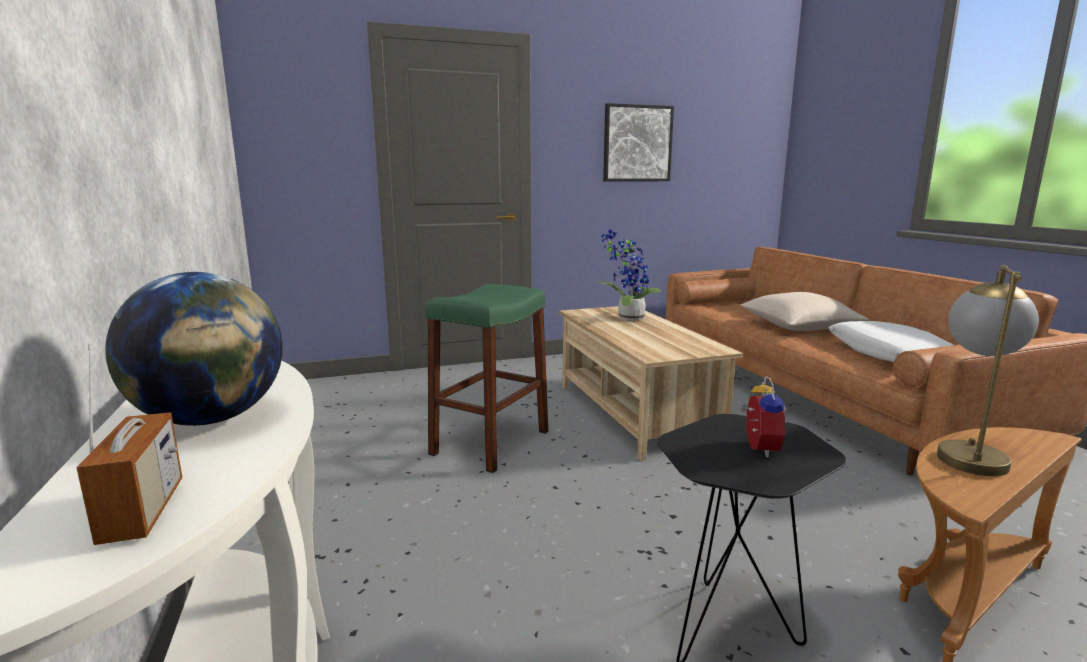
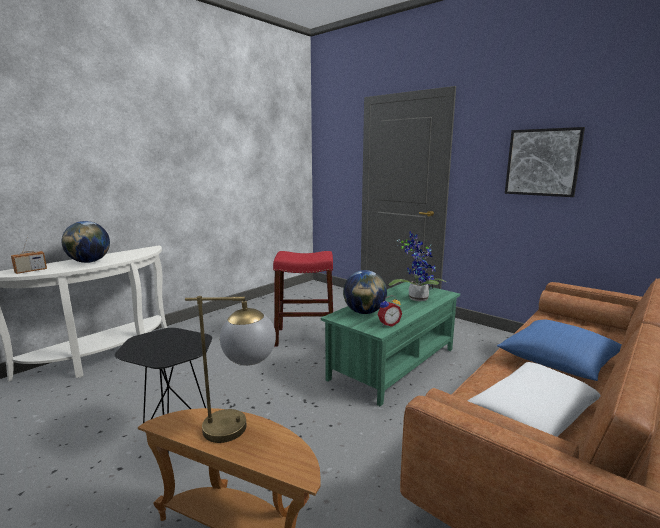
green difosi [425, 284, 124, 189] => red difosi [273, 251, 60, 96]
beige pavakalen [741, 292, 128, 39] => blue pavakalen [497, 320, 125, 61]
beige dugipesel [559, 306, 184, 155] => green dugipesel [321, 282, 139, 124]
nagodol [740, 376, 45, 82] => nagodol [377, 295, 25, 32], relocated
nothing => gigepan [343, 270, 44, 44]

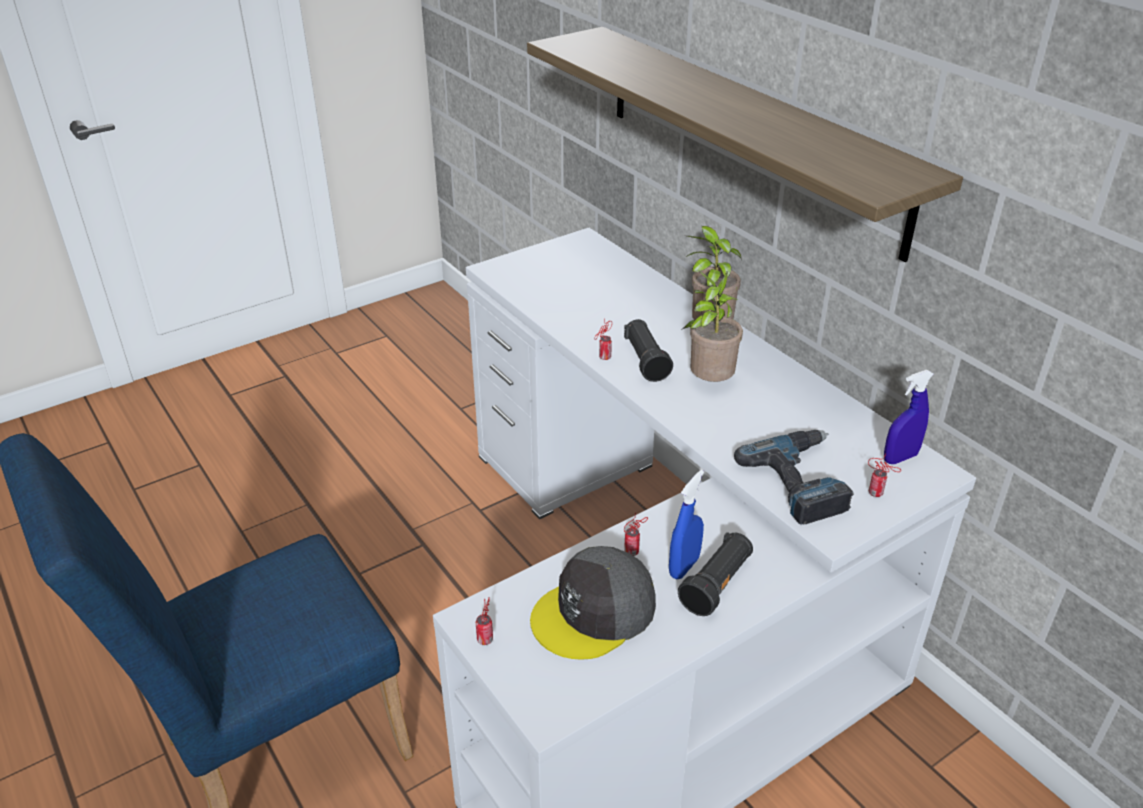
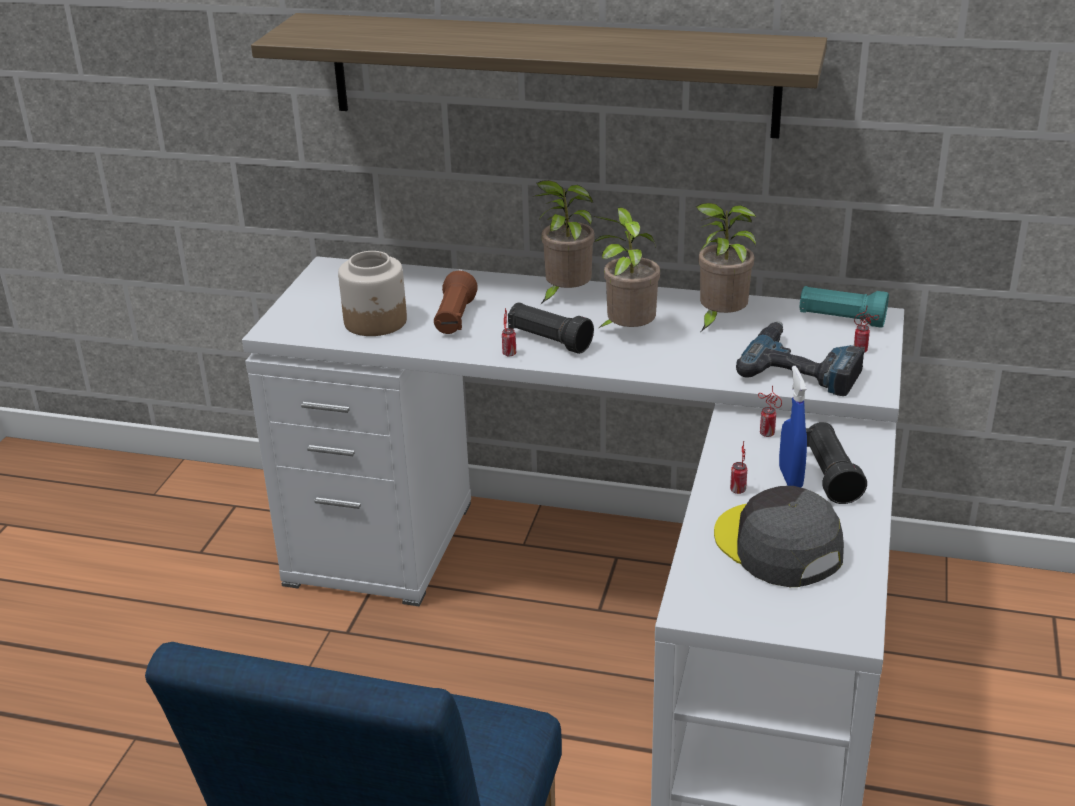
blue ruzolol [884, 370, 50, 94] => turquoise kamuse [800, 286, 89, 42]
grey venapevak [530, 546, 126, 114] => grey venapevak [714, 486, 130, 101], 135 degrees clockwise
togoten [476, 597, 17, 48] => togoten [758, 386, 24, 51], relocated
nothing => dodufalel [696, 203, 60, 129]
nothing => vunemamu [338, 251, 69, 85]
nothing => brown kamuse [434, 271, 44, 63]

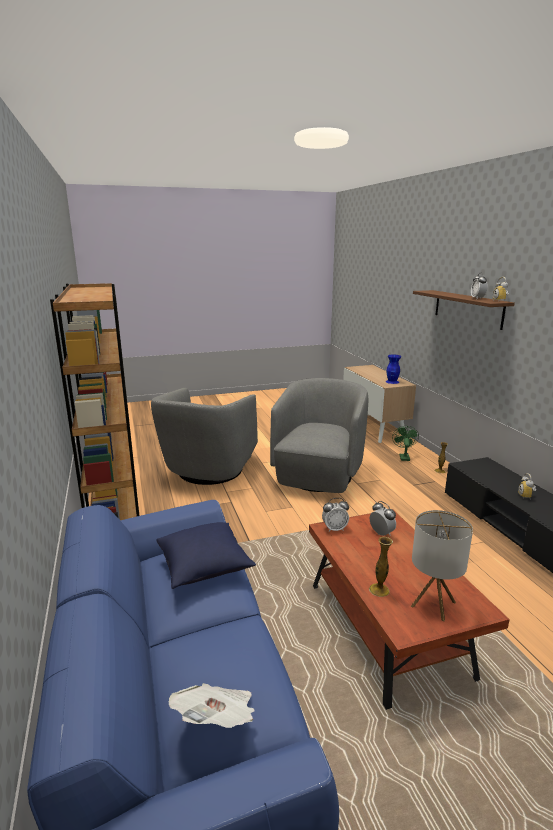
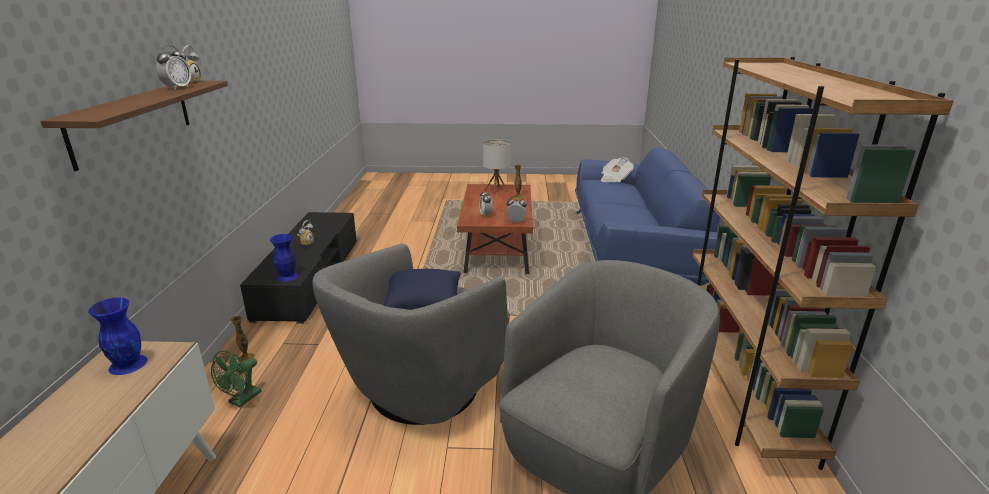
blue pavakalen [157, 522, 99, 67] => blue pavakalen [383, 269, 78, 41], relocated
nothing => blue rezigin [270, 234, 29, 47]

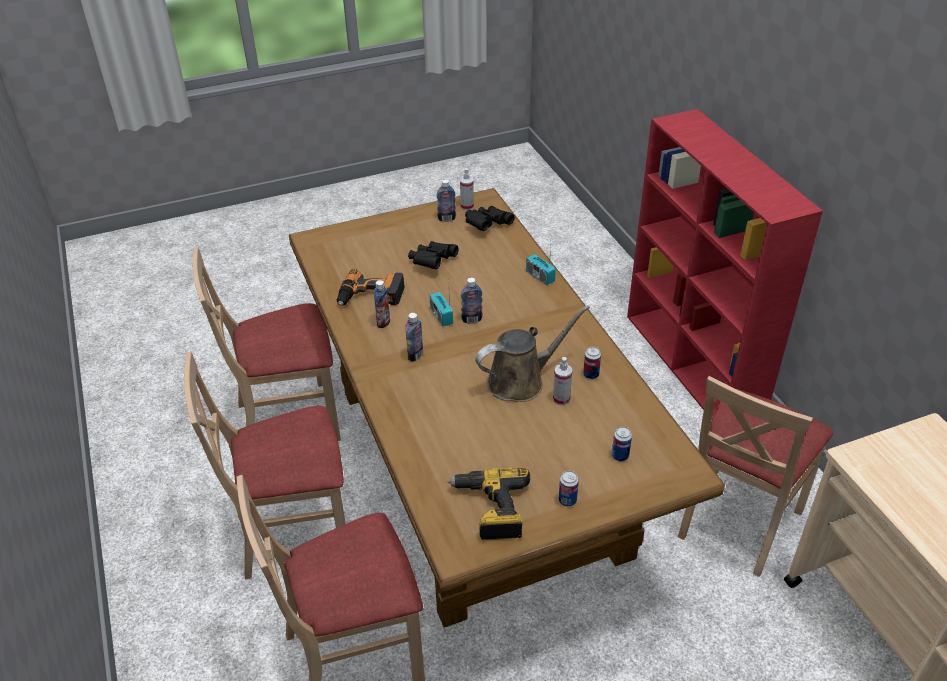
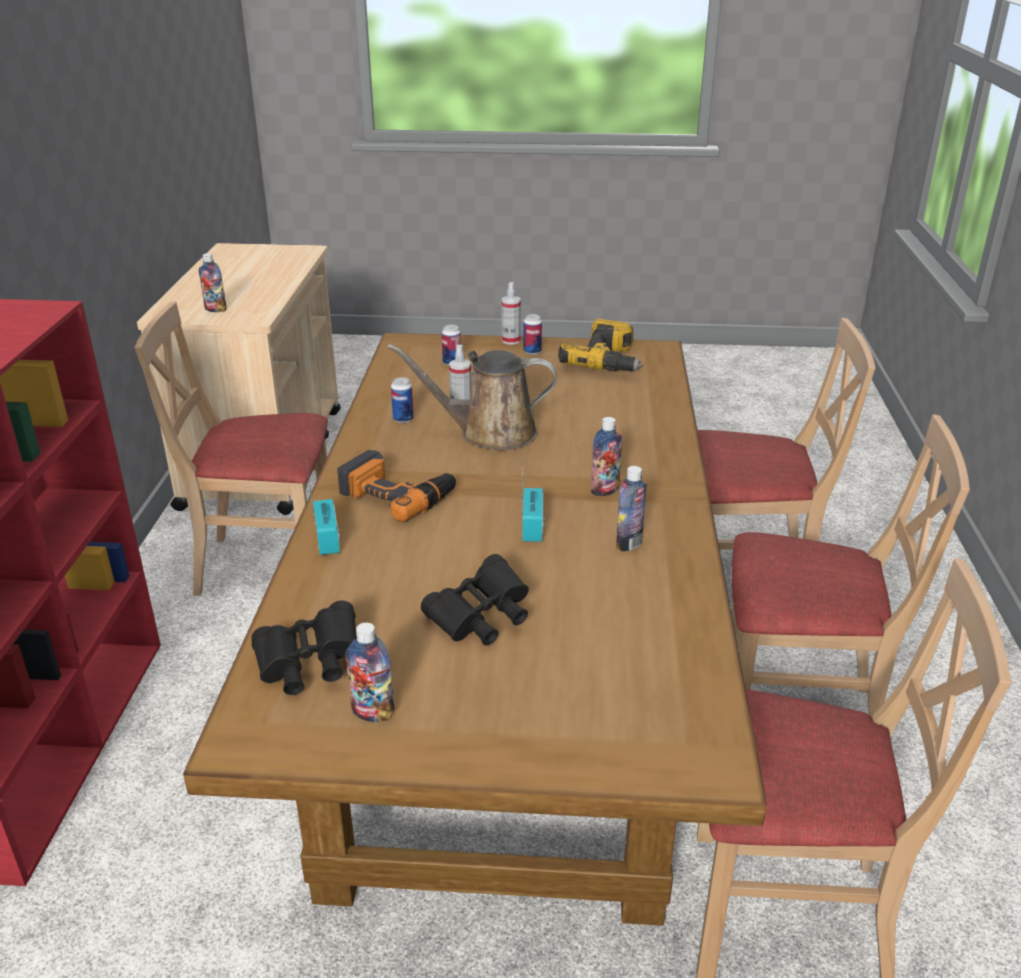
ruzolol [460, 168, 14, 42] => ruzolol [501, 282, 20, 62], relocated
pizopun [337, 269, 68, 37] => pizopun [337, 450, 119, 72], relocated
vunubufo [461, 278, 22, 46] => vunubufo [199, 253, 27, 59], relocated
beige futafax [678, 376, 155, 201] => beige futafax [135, 301, 193, 295], 150 degrees counterclockwise

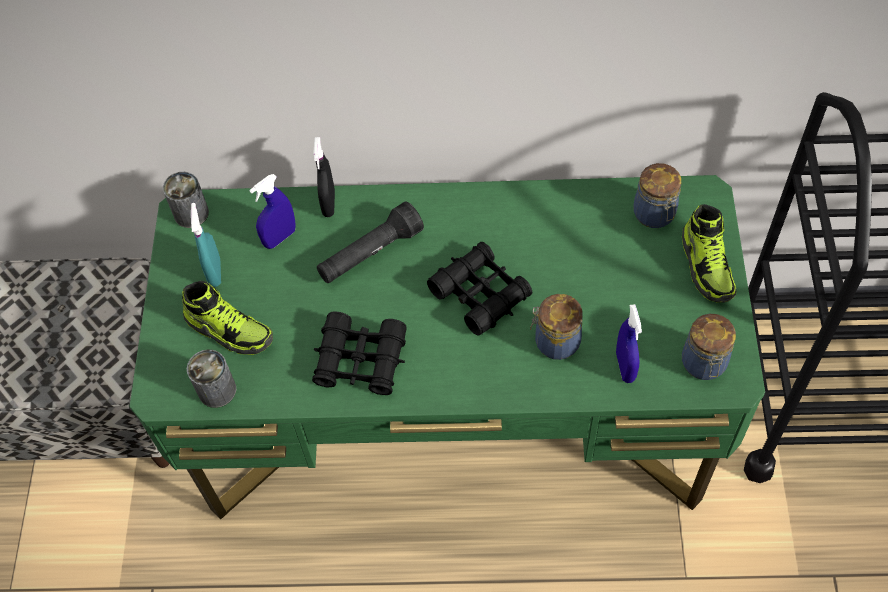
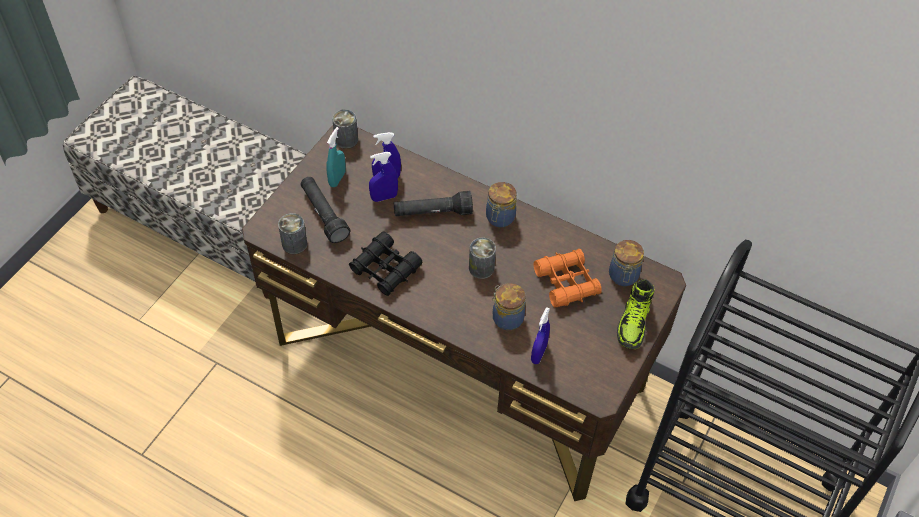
black ruzolol [313, 137, 22, 80] => nothing
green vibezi [129, 175, 636, 344] => brown vibezi [242, 125, 444, 376]
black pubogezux [427, 242, 106, 94] => togoten [469, 238, 27, 41]
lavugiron [182, 281, 91, 74] => black kamuse [301, 177, 49, 66]
vunemamu [682, 314, 54, 66] => vunemamu [486, 182, 31, 45], relocated
nothing => blue ruzolol [369, 152, 29, 50]
nothing => orange pubogezux [533, 249, 68, 58]

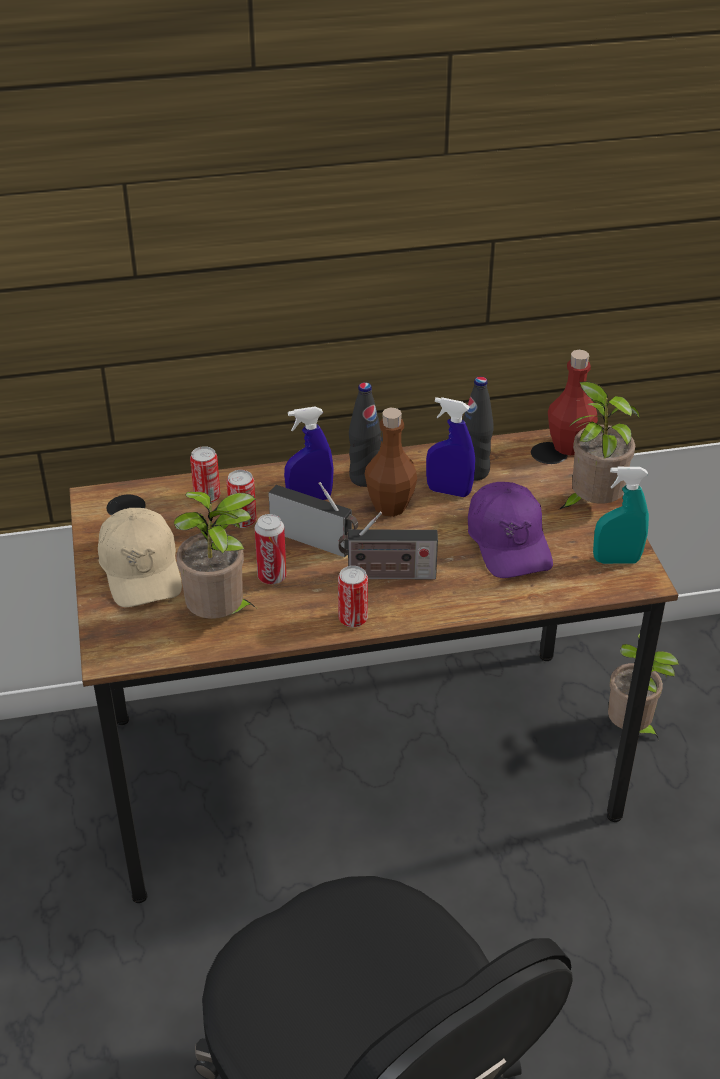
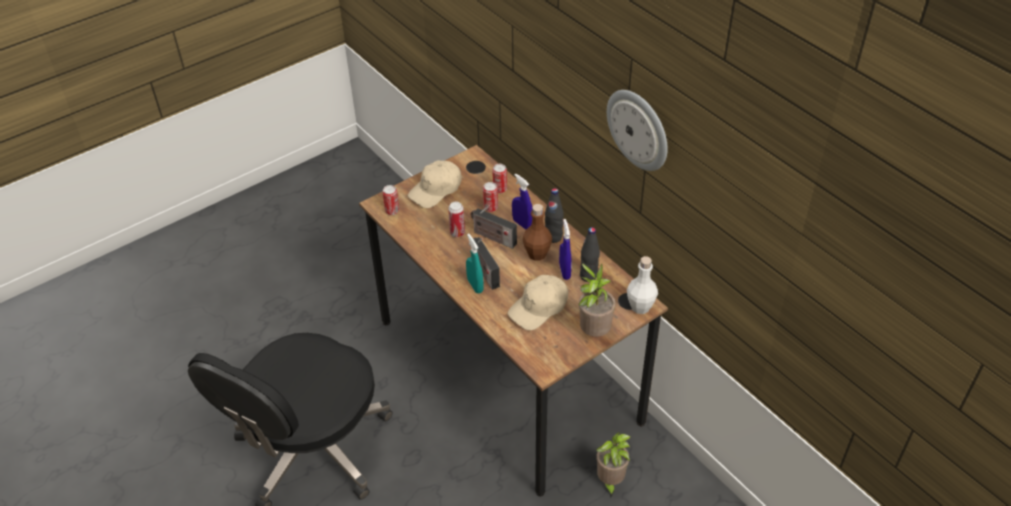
red vunubufo [548, 350, 50, 105] => white vunubufo [627, 256, 31, 58]
turquoise ruzolol [593, 467, 56, 97] => turquoise ruzolol [466, 234, 18, 60], relocated
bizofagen [268, 482, 90, 75] => bizofagen [470, 205, 47, 44], 120 degrees clockwise
purple venapevak [468, 482, 85, 96] => beige venapevak [508, 275, 60, 55]
dodufalel [174, 492, 82, 127] => nothing
togoten [338, 566, 30, 61] => togoten [382, 185, 17, 30], relocated
nothing => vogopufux [607, 90, 61, 81]

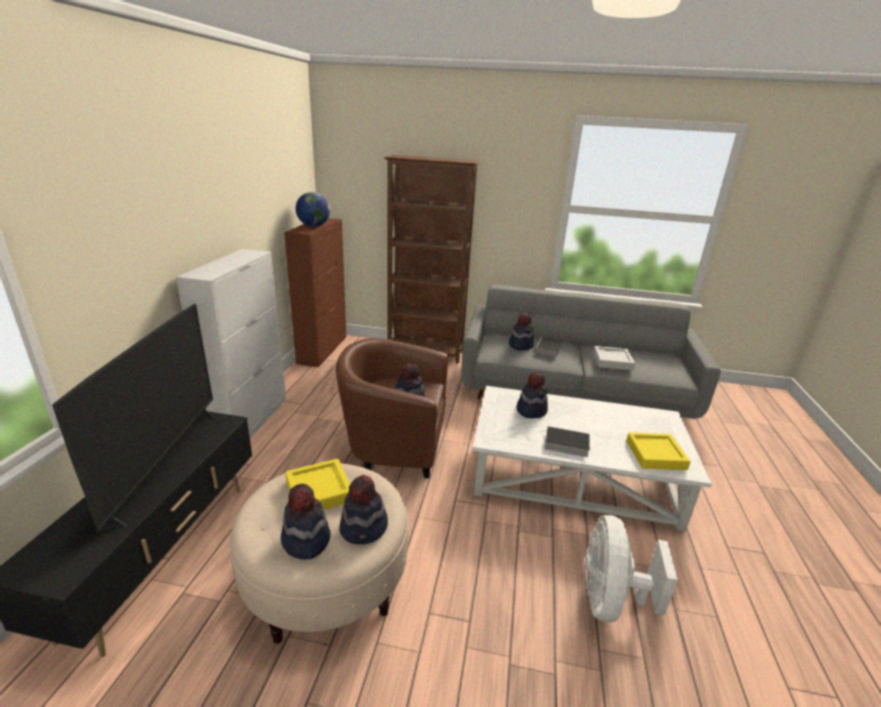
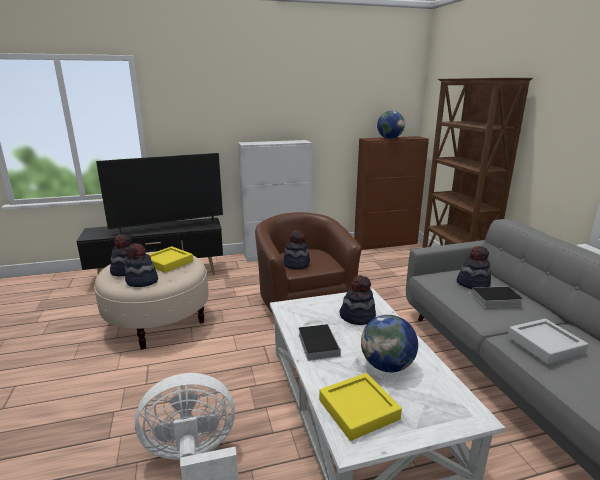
nothing => gigepan [361, 315, 57, 57]

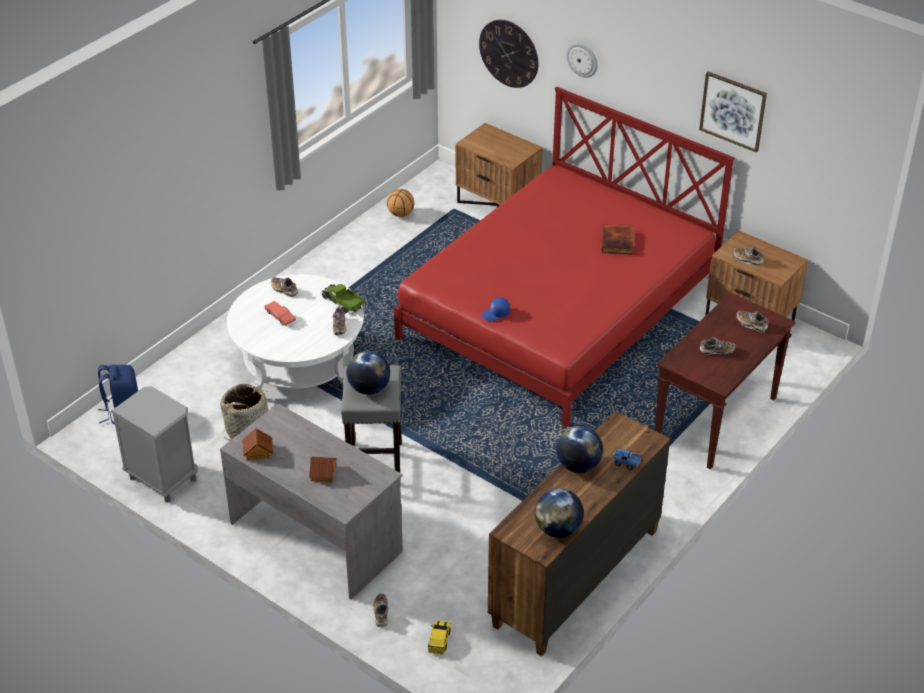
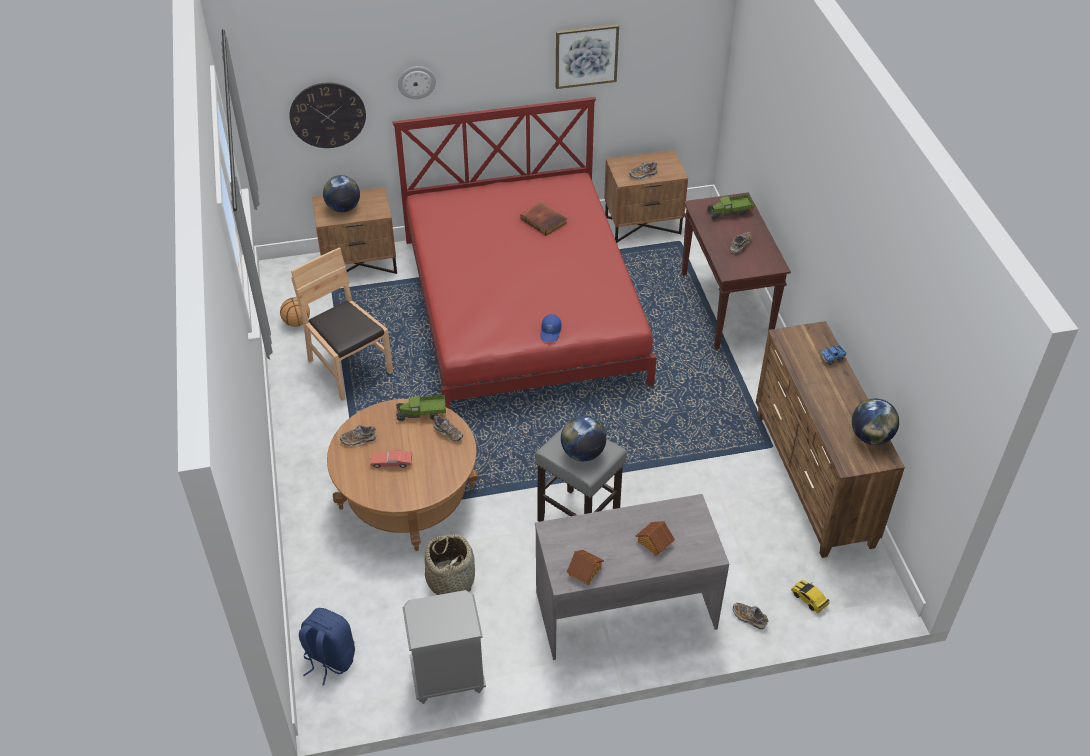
white dugipesel [227, 274, 137, 115] => brown dugipesel [327, 399, 151, 152]
lavugiron [736, 310, 33, 22] => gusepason [706, 194, 48, 26]
gigepan [556, 426, 47, 47] => gigepan [323, 175, 37, 37], relocated
nothing => brown futafax [291, 247, 102, 154]

